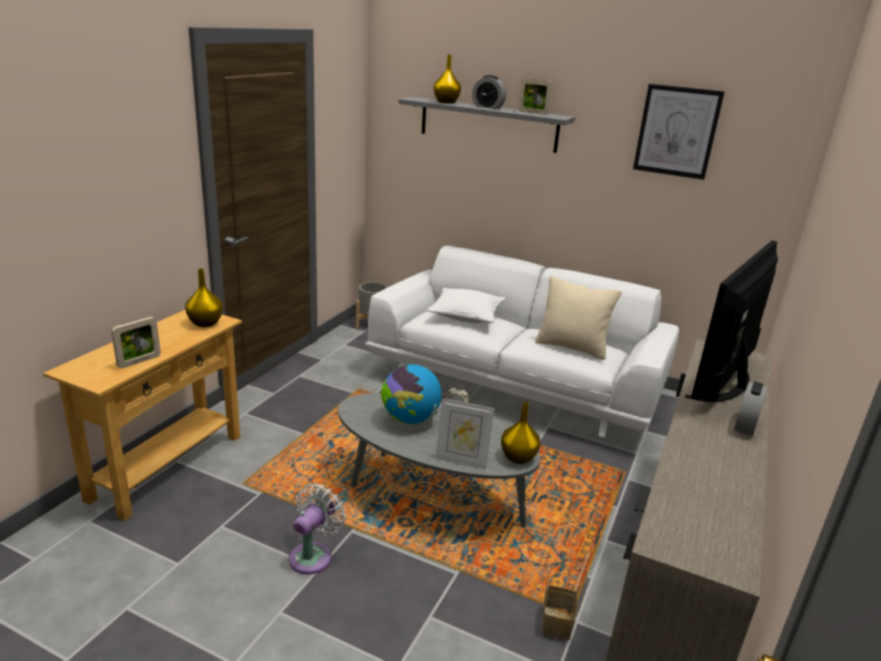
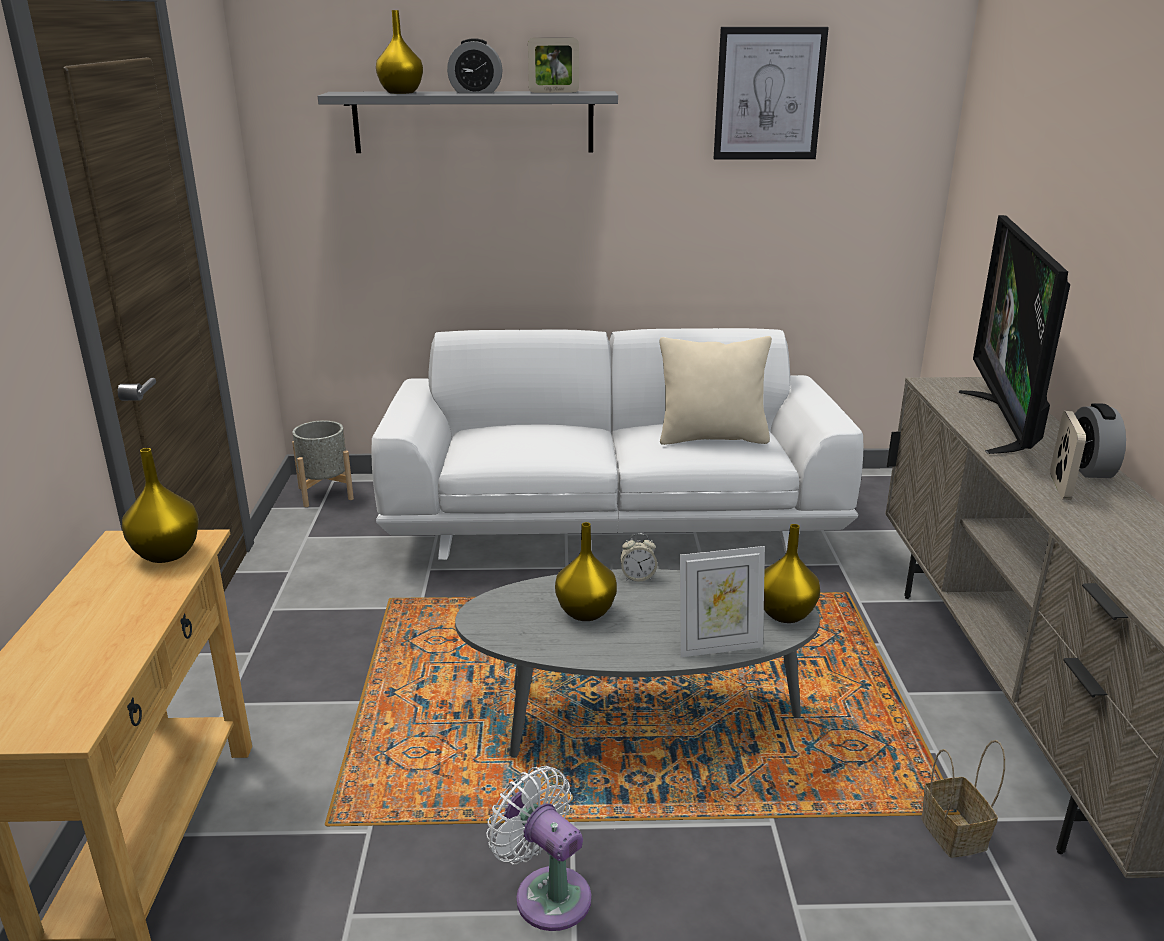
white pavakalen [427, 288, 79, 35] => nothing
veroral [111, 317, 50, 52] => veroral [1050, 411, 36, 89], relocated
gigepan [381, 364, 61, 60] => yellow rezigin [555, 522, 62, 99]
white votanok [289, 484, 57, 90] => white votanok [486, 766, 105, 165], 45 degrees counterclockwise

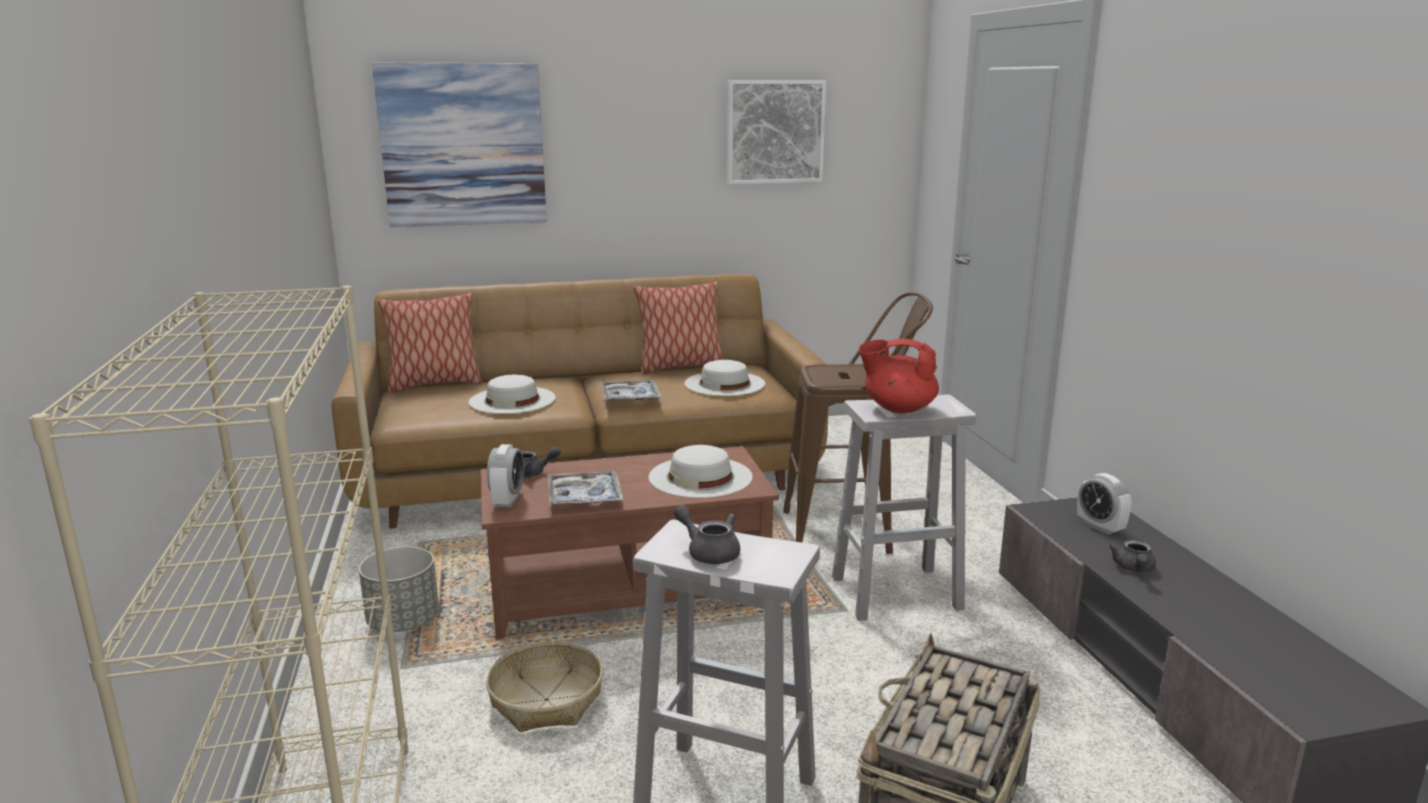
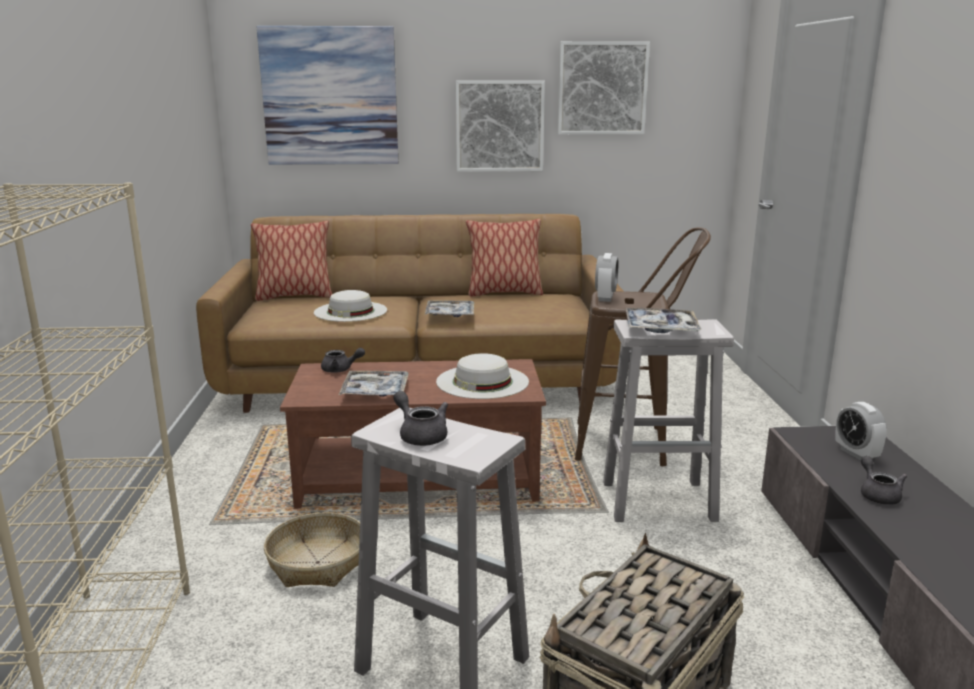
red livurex [859, 339, 80, 74] => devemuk [626, 308, 75, 25]
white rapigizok [685, 360, 80, 36] => nothing
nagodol [487, 444, 37, 64] => nagodol [595, 253, 23, 49], relocated
grey livurex [1109, 540, 47, 33] => grey livurex [861, 456, 46, 49], 150 degrees clockwise
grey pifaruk [359, 547, 80, 85] => nothing
nothing => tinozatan [456, 80, 89, 92]

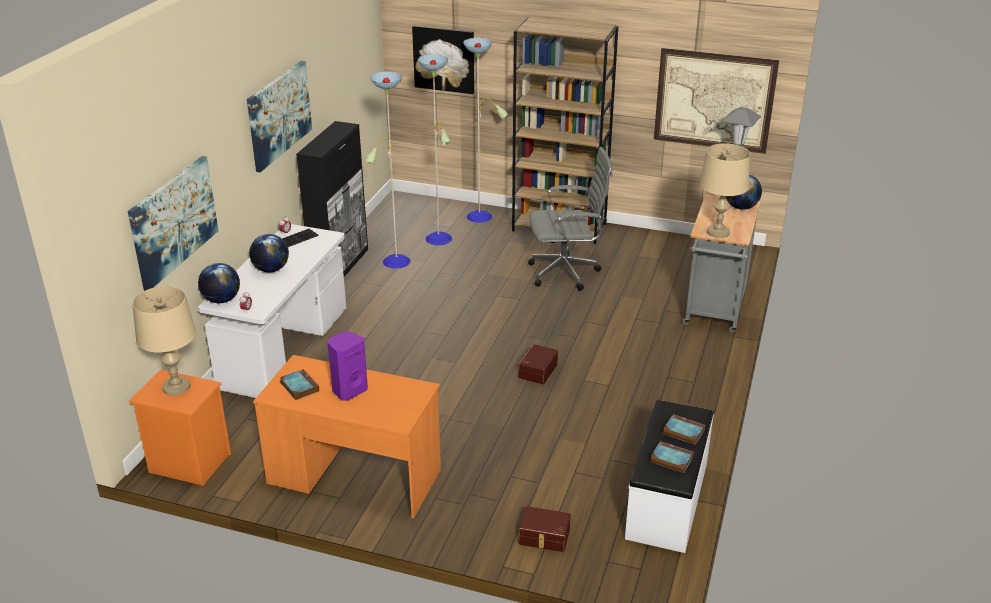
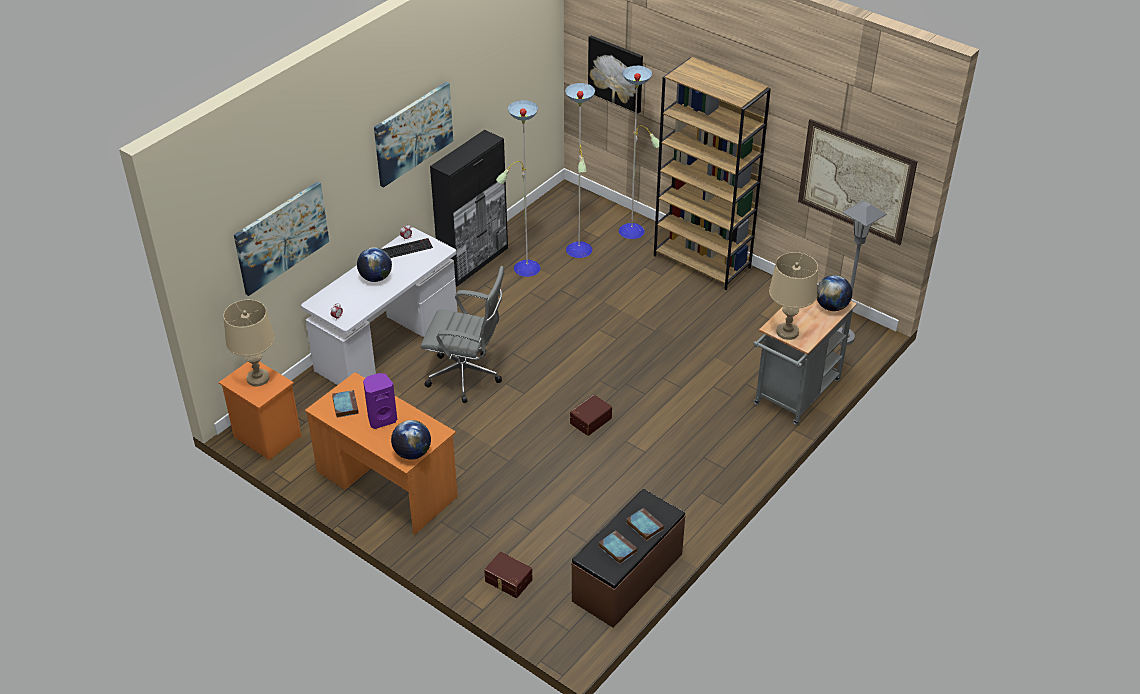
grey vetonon [528, 147, 85, 144] => grey vetonon [421, 266, 84, 137], relocated
gigepan [198, 263, 42, 40] => gigepan [391, 420, 40, 40], relocated
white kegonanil [625, 400, 89, 153] => brown kegonanil [571, 489, 115, 139]

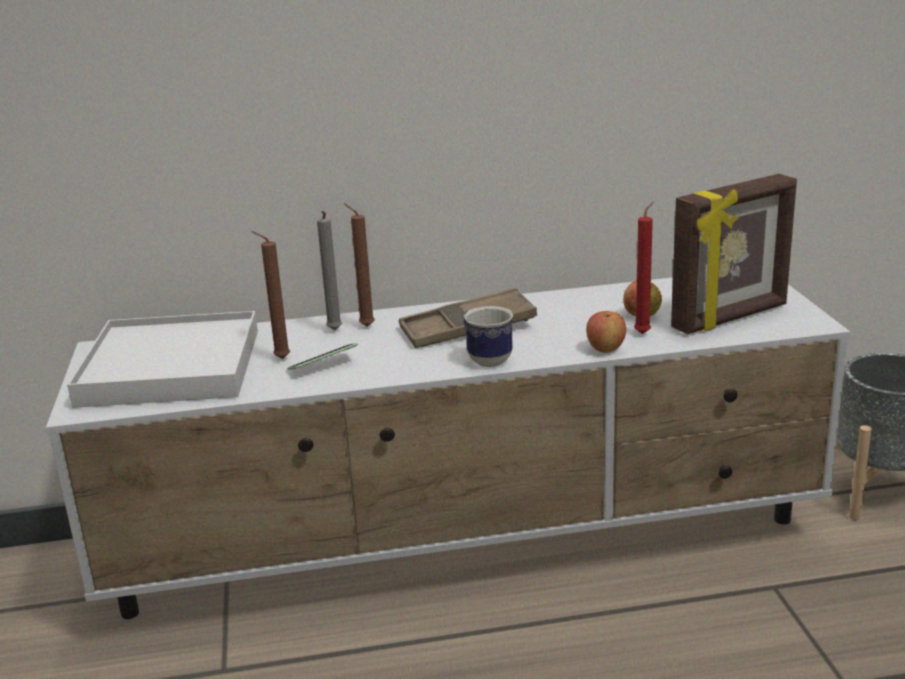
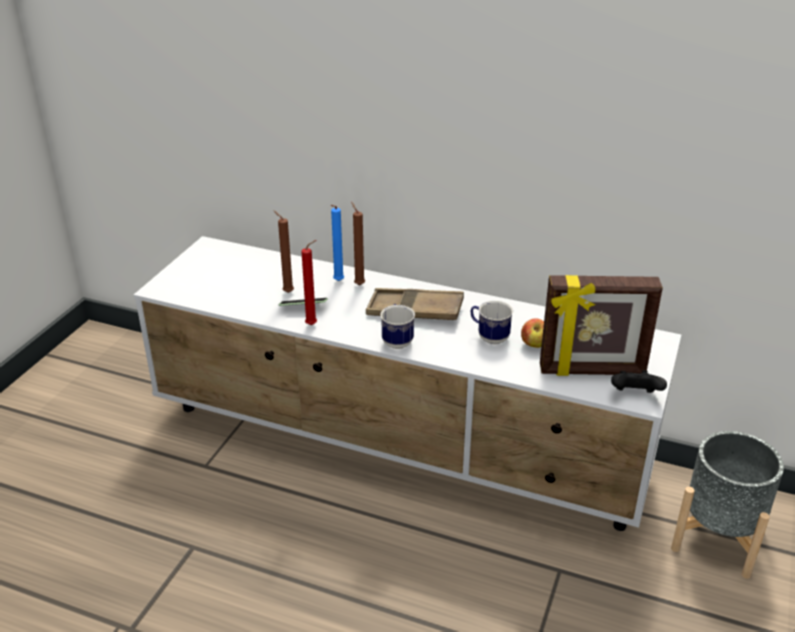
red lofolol [634, 202, 19, 132] => red lofolol [301, 240, 16, 85], relocated
grey lofolol [317, 211, 25, 119] => blue lofolol [331, 205, 13, 76]
white devemuk [67, 311, 191, 97] => nothing
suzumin [586, 311, 40, 42] => nothing
nothing => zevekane [471, 301, 42, 43]
nothing => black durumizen [611, 370, 56, 23]

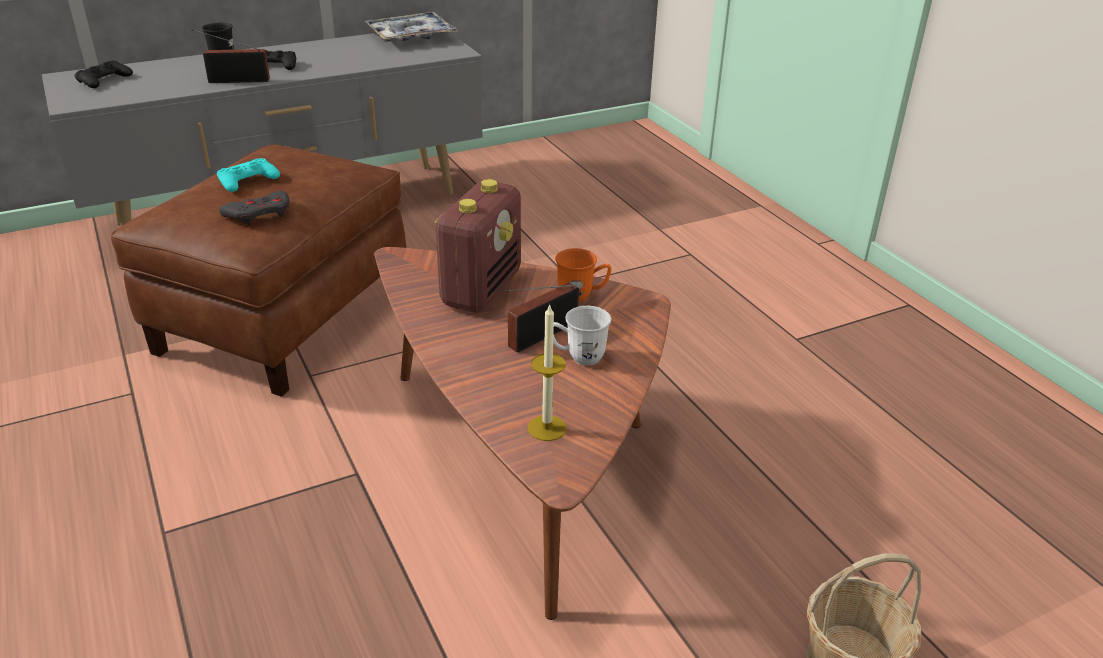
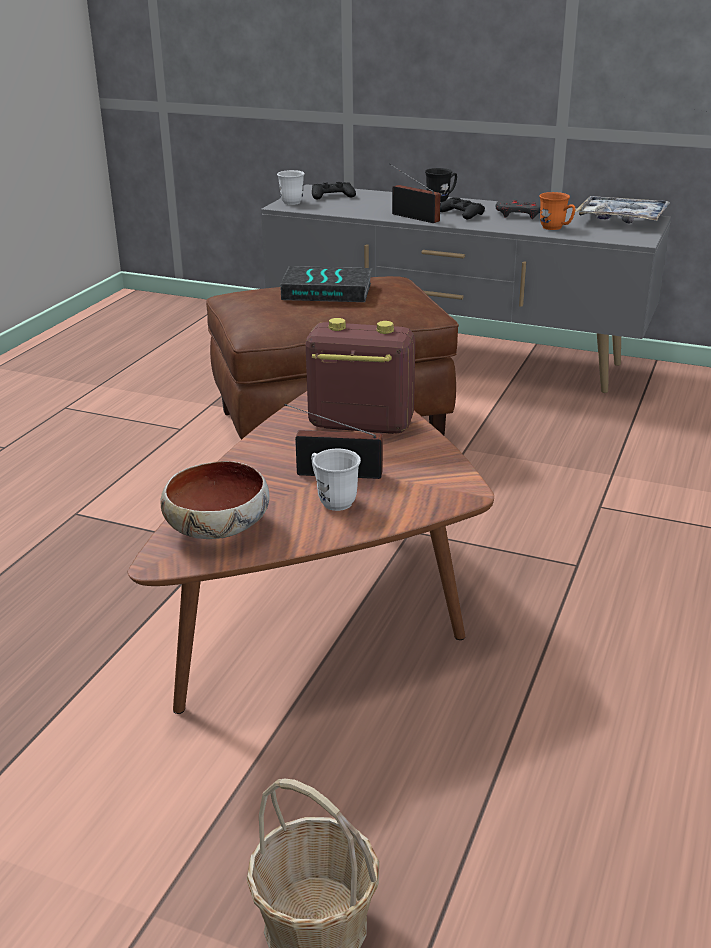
turquoise durumizen [217, 158, 63, 34] => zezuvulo [280, 266, 93, 36]
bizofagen [434, 179, 87, 133] => bizofagen [305, 318, 110, 116], 150 degrees counterclockwise
grey durumizen [219, 191, 70, 35] => grey durumizen [496, 200, 44, 19], relocated
orange zevekane [555, 248, 57, 54] => orange zevekane [539, 192, 37, 38], relocated
lofolol [527, 303, 40, 138] => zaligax [161, 461, 109, 78]
nothing => white zevekane [277, 170, 28, 35]

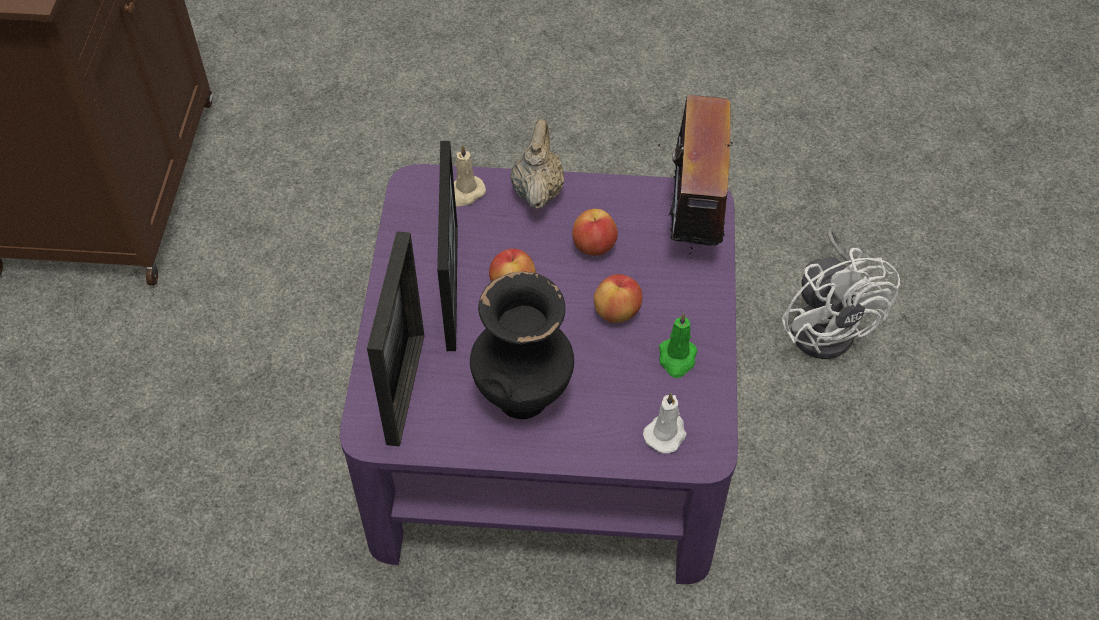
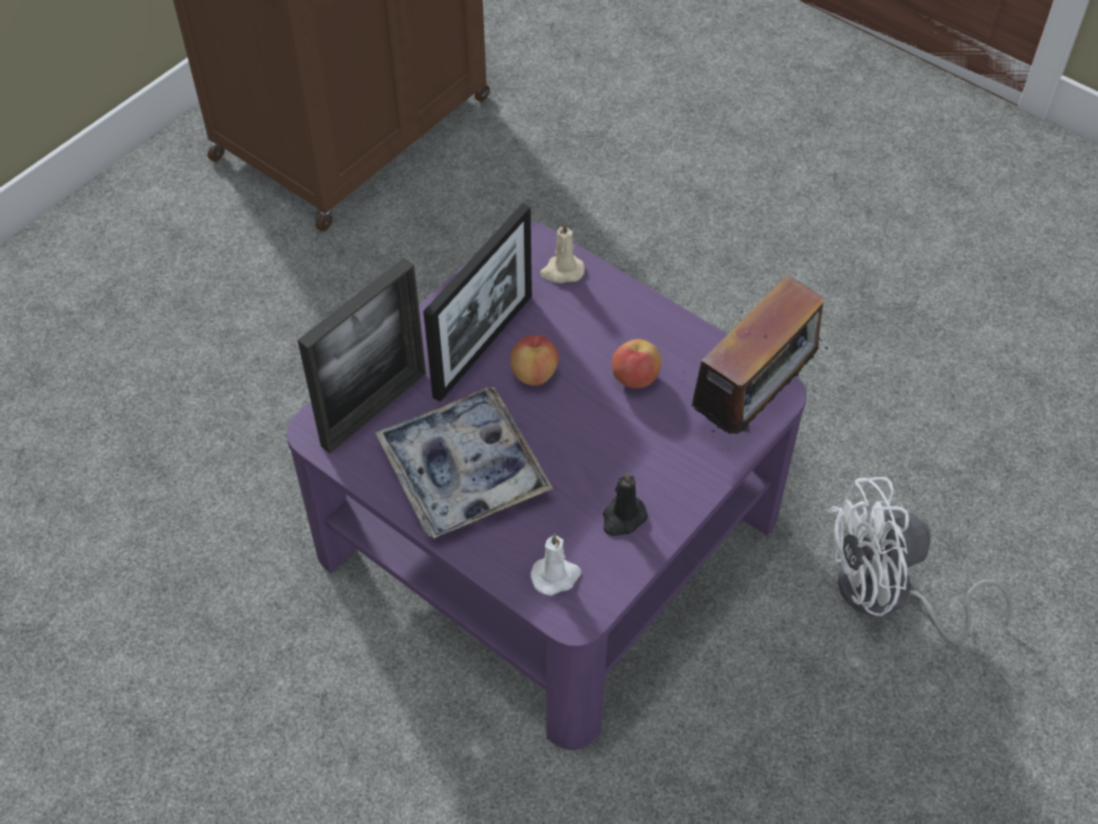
beige livurex [510, 119, 54, 91] => nothing
white votanok [782, 229, 118, 130] => white votanok [827, 477, 186, 166], 60 degrees clockwise
black rezigin [470, 272, 104, 147] => devemuk [375, 387, 178, 151]
suzumin [594, 274, 48, 49] => nothing
green lofolol [659, 313, 38, 65] => black lofolol [603, 472, 45, 64]

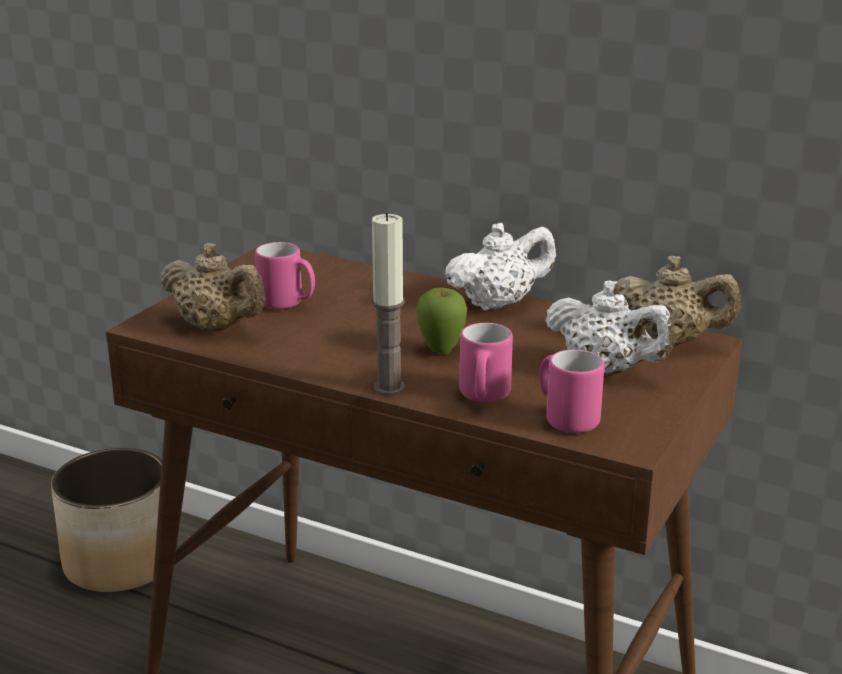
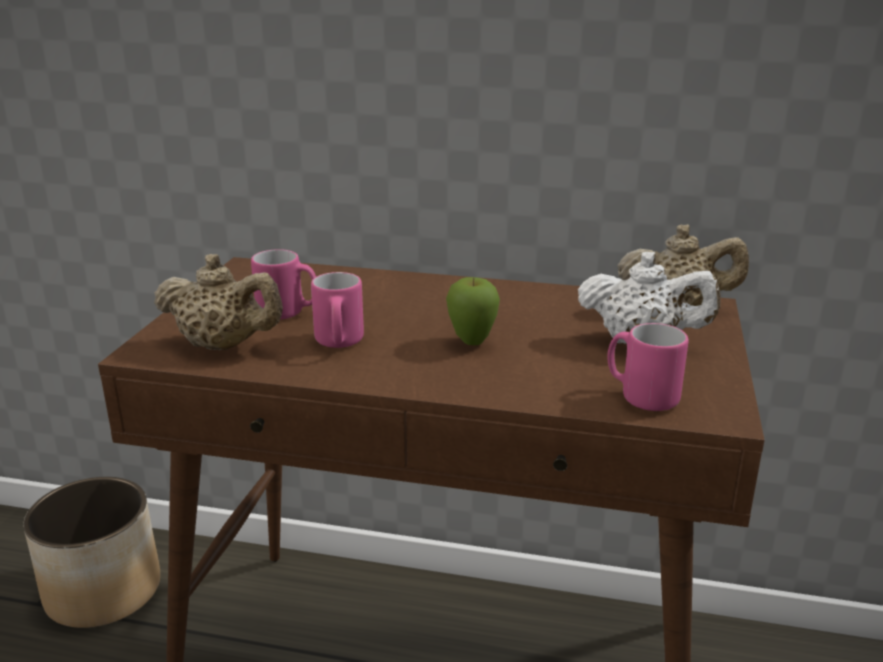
lofolol [372, 213, 33, 182] => nothing
white livurex [445, 223, 111, 87] => nothing
pink zevekane [459, 323, 54, 79] => pink zevekane [311, 272, 53, 76], relocated

